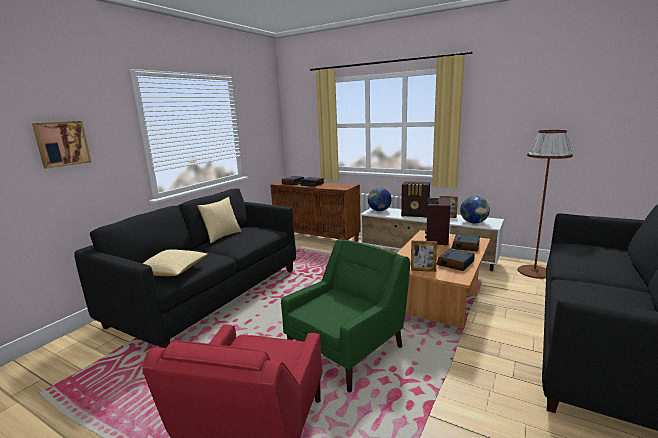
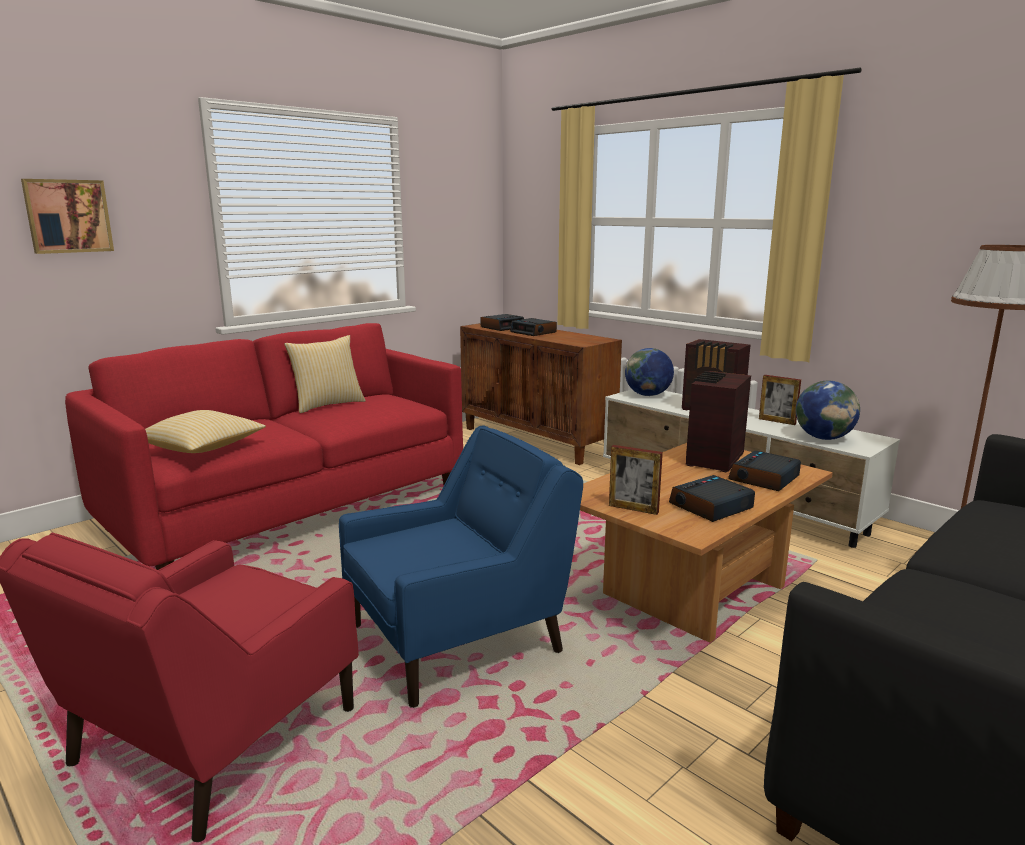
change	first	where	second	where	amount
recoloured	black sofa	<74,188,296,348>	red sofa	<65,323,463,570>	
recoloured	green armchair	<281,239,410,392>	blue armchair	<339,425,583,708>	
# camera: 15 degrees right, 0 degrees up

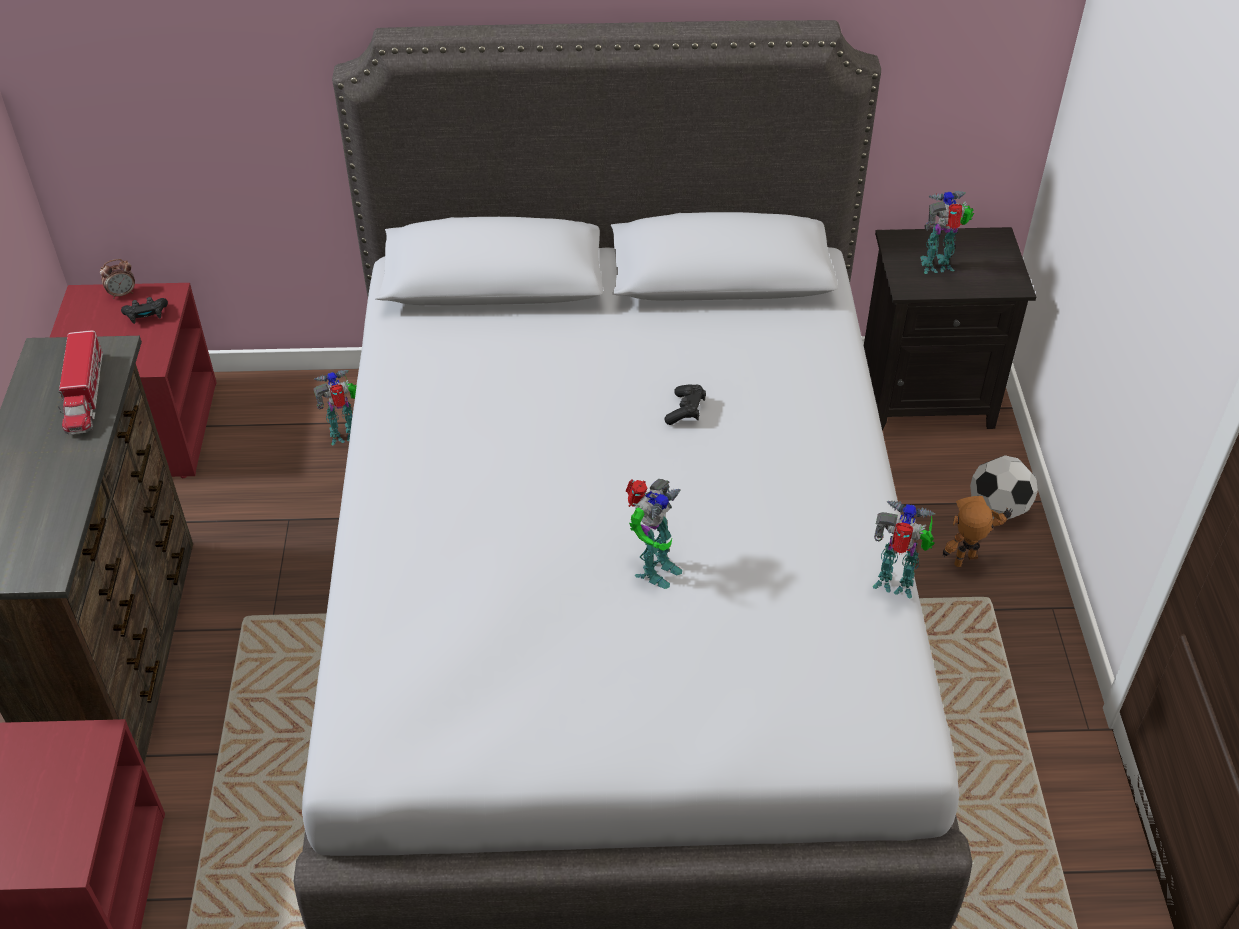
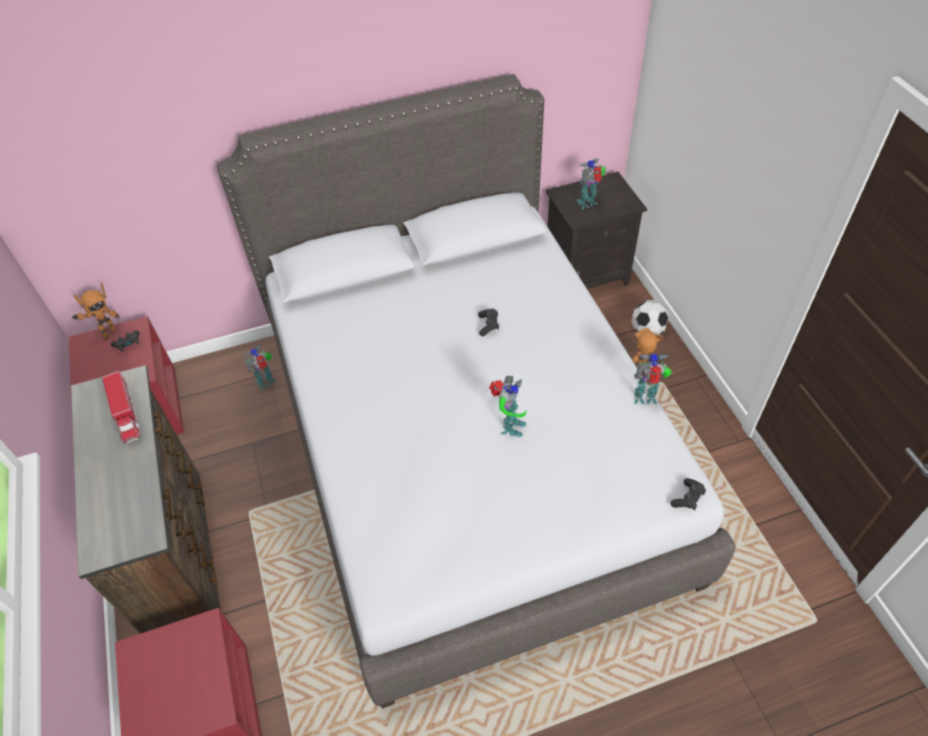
change	first	where	second	where	amount
replaced	alarm clock	<100,259,135,299>	toy robot	<72,283,120,341>	
added			black game controller	<671,478,706,510>	
# camera: 15 degrees left, 5 degrees up

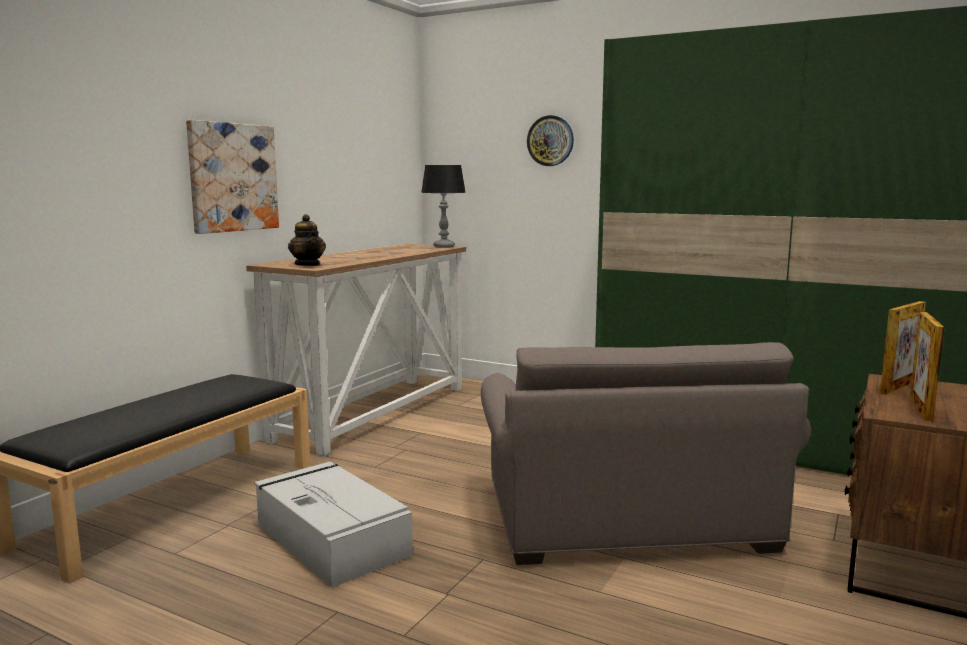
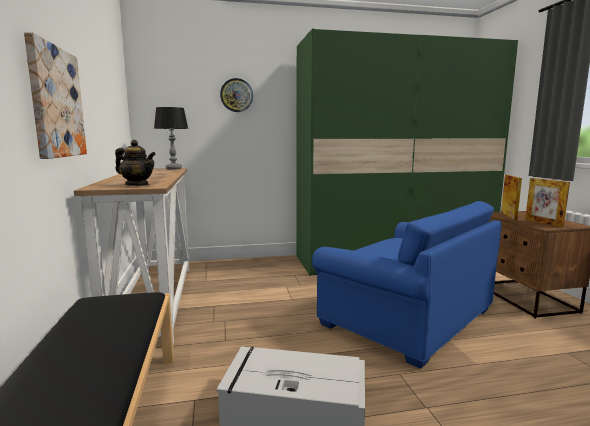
change	first	where	second	where	amount
recoloured	grey armchair	<481,342,811,565>	blue armchair	<312,201,502,369>	
# camera: 40 degrees left, 0 degrees up

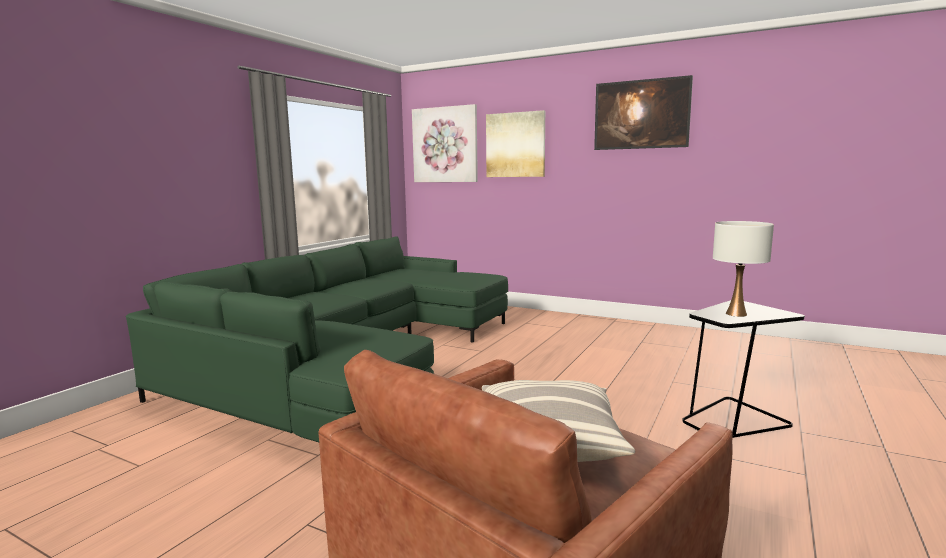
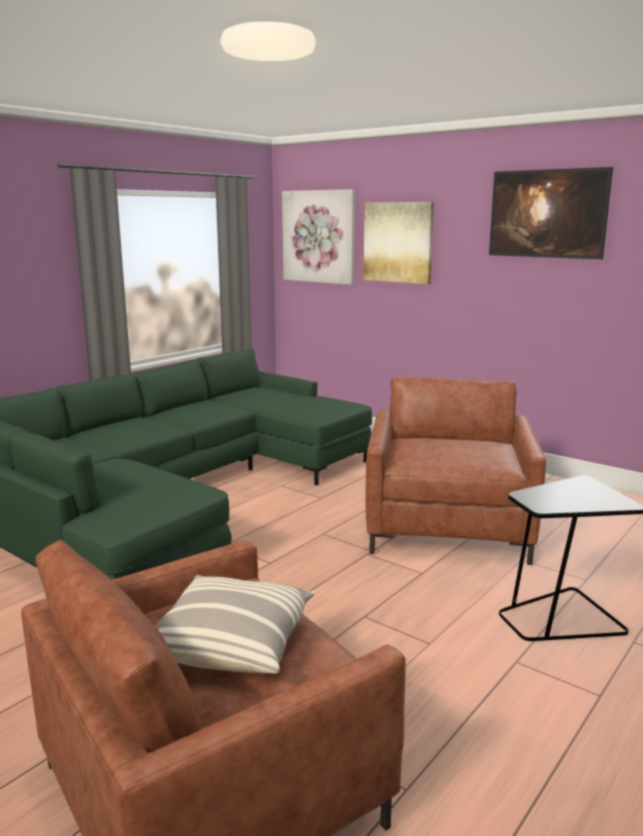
change	first	where	second	where	amount
added			brown armchair	<365,377,546,565>	
removed	white table lamp	<713,221,774,317>			
# camera: 10 degrees right, 5 degrees up

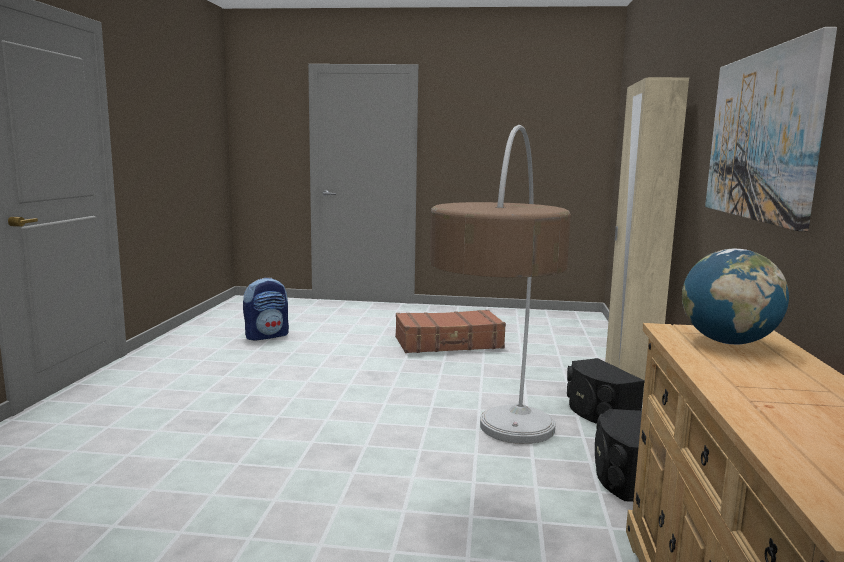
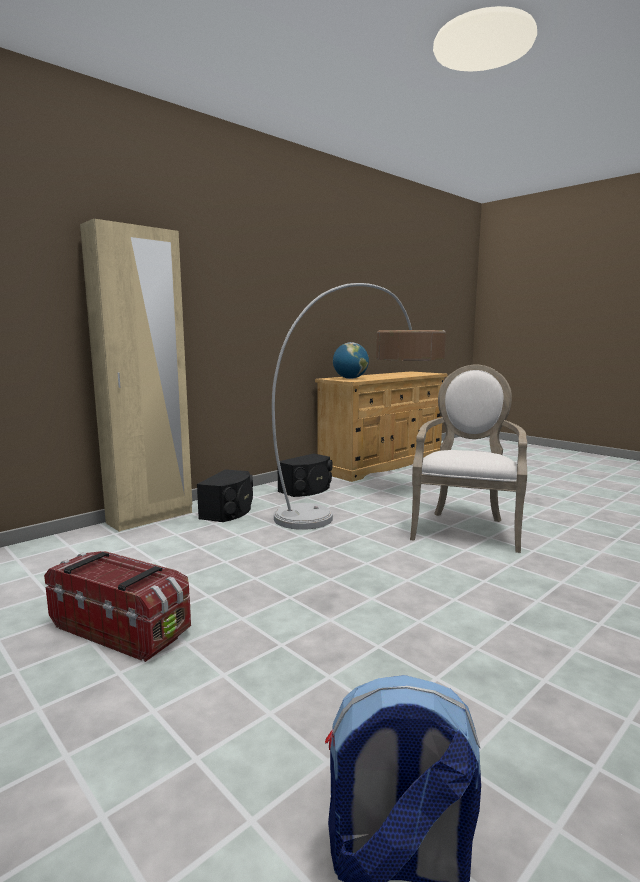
change	first	where	second	where	amount
replaced	brown suitcase	<395,310,506,353>	storage box	<44,551,191,662>	
added			armchair	<410,365,527,553>	
removed	picture	<705,27,837,231>			
# camera: 140 degrees left, 0 degrees up

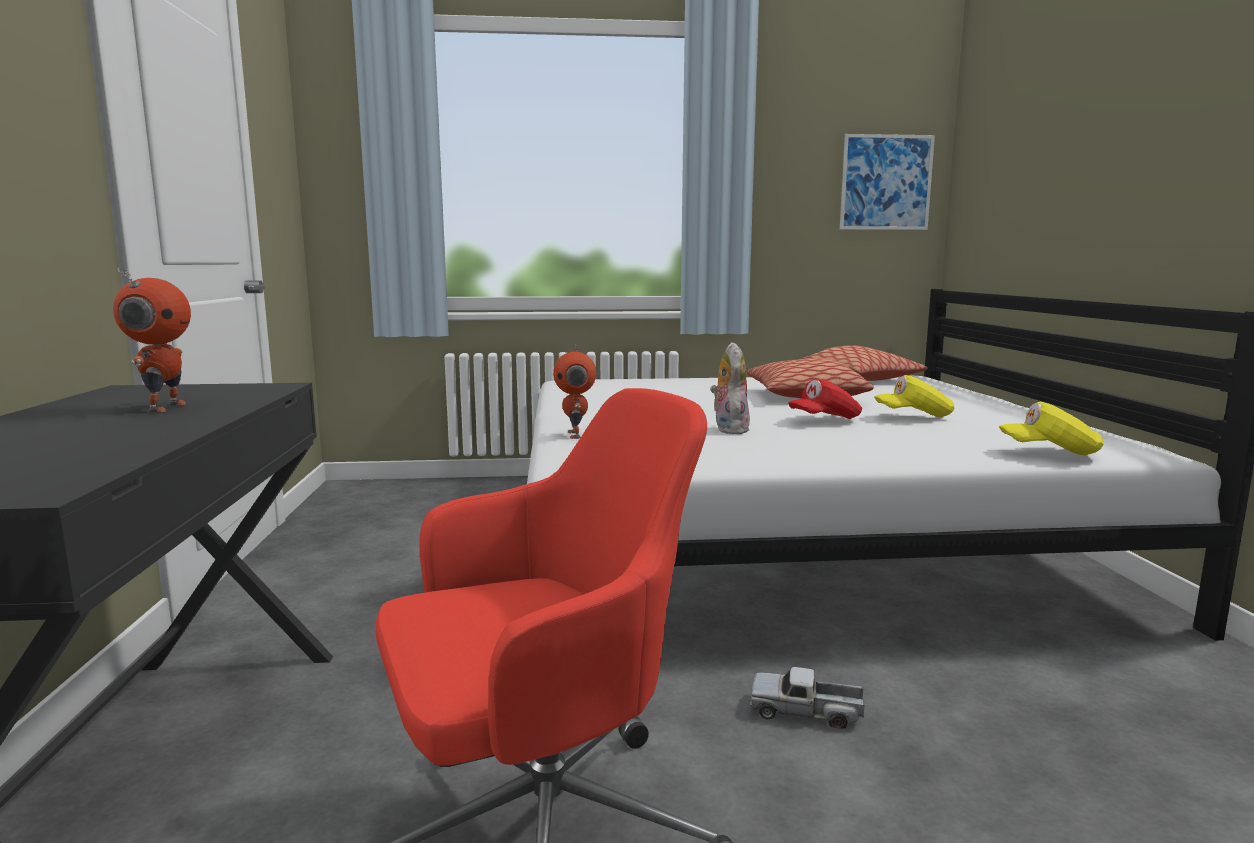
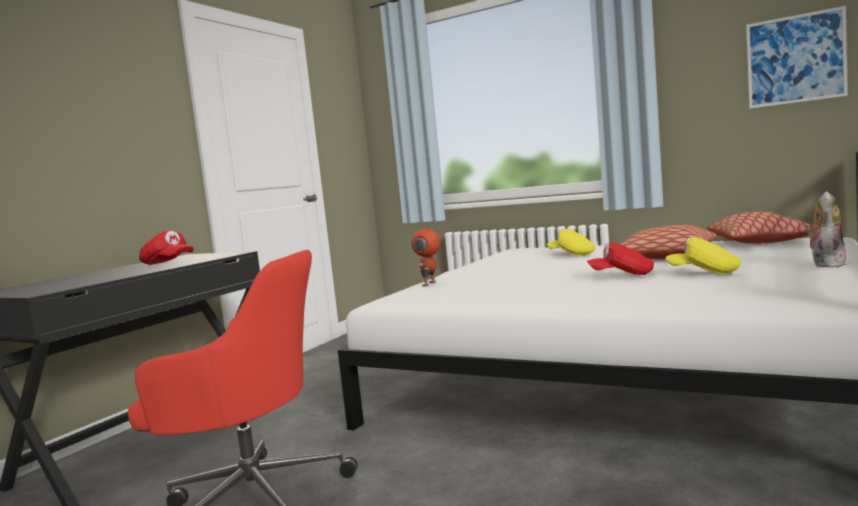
change	first	where	second	where	amount
replaced	toy robot	<113,267,191,413>	red cap	<139,230,194,265>	
moved	yellow cap	<999,402,1103,456>		<547,229,596,255>	
moved	plush toy	<711,342,750,434>		<806,191,846,268>	
removed	toy truck	<750,667,864,729>			
# camera: 35 degrees right, 5 degrees down

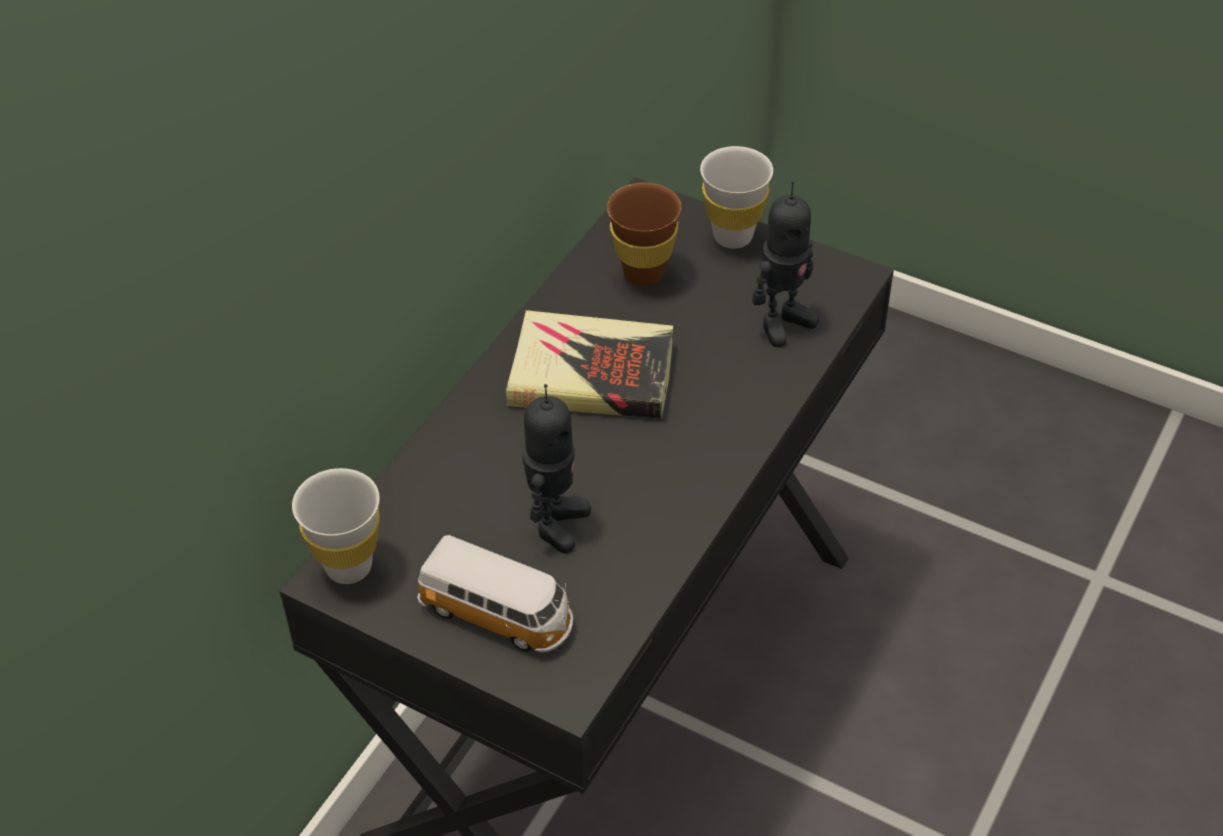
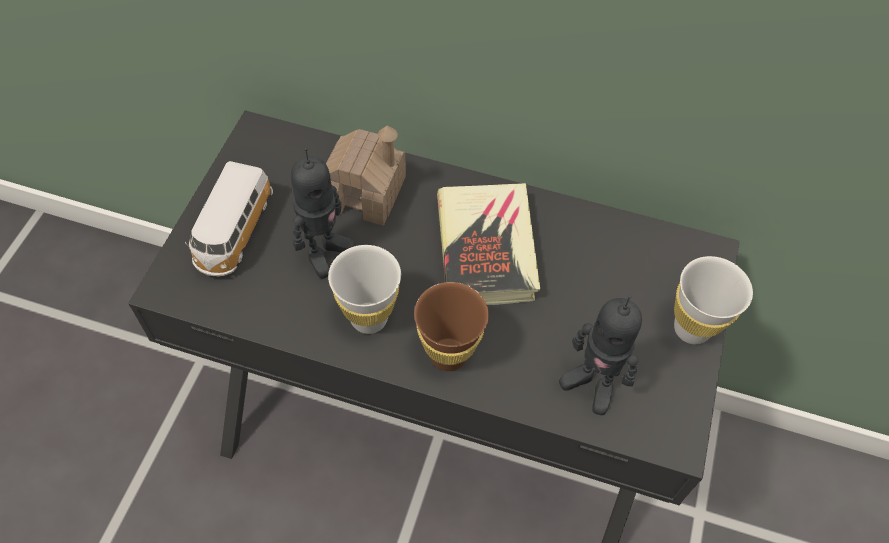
change	first	where	second	where	amount
turned	toy robot	<522,384,591,554>		<291,148,355,279>	60 degrees counterclockwise
added			toy house	<326,125,406,226>	
moved	white cup	<292,468,380,584>		<328,245,401,334>	
moved	brown cup	<607,182,681,286>		<414,282,489,371>	
# camera: 75 degrees right, 10 degrees up

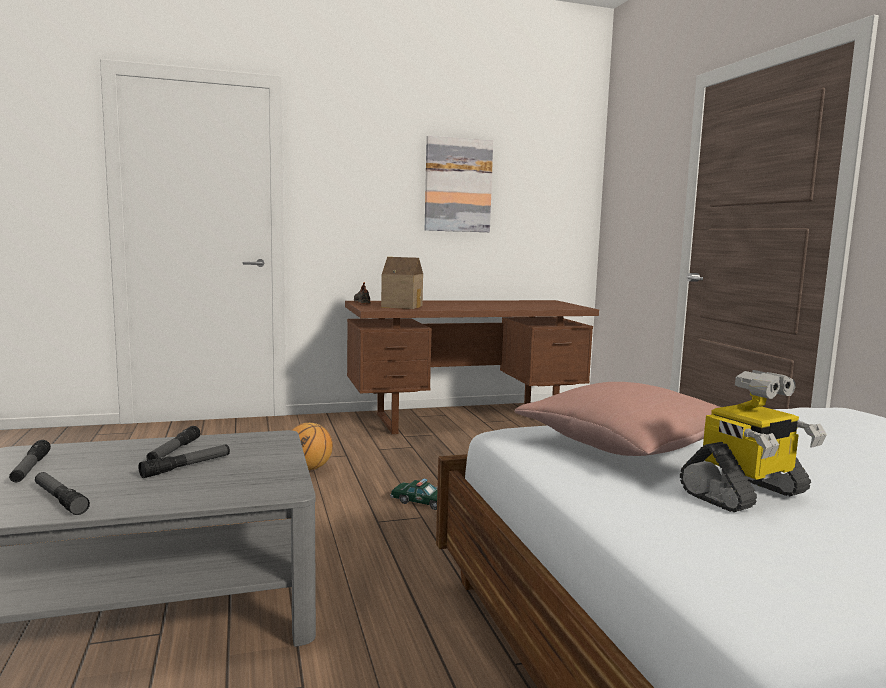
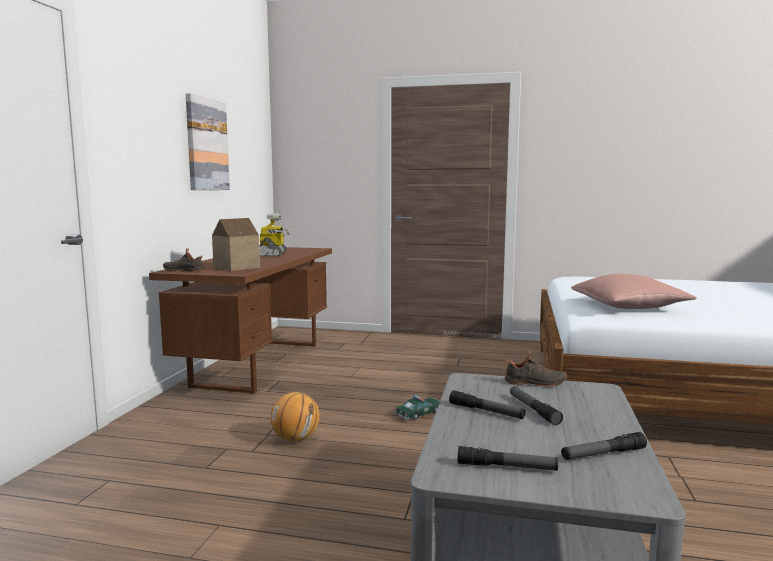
change	first	where	second	where	amount
moved	toy robot	<680,370,827,512>		<259,213,290,257>	
added			black shoe	<505,351,567,387>	
# camera: 60 degrees left, 0 degrees up

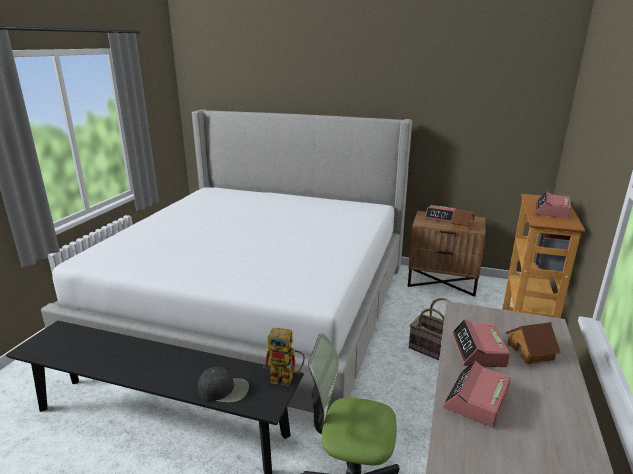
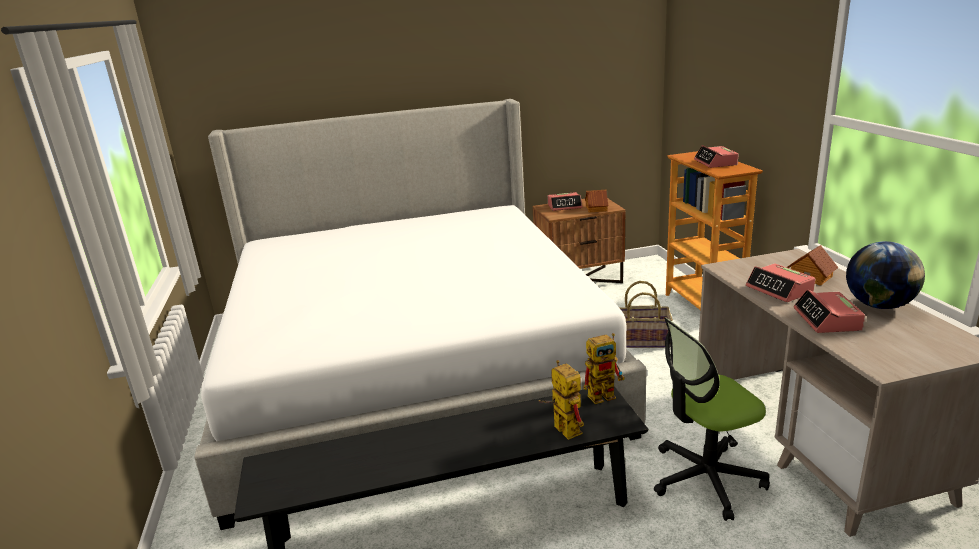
change	first	where	second	where	amount
replaced	black cap	<198,367,249,402>	toy robot	<538,360,584,440>	
added			globe	<846,241,925,309>	
# camera: 30 degrees left, 0 degrees up

